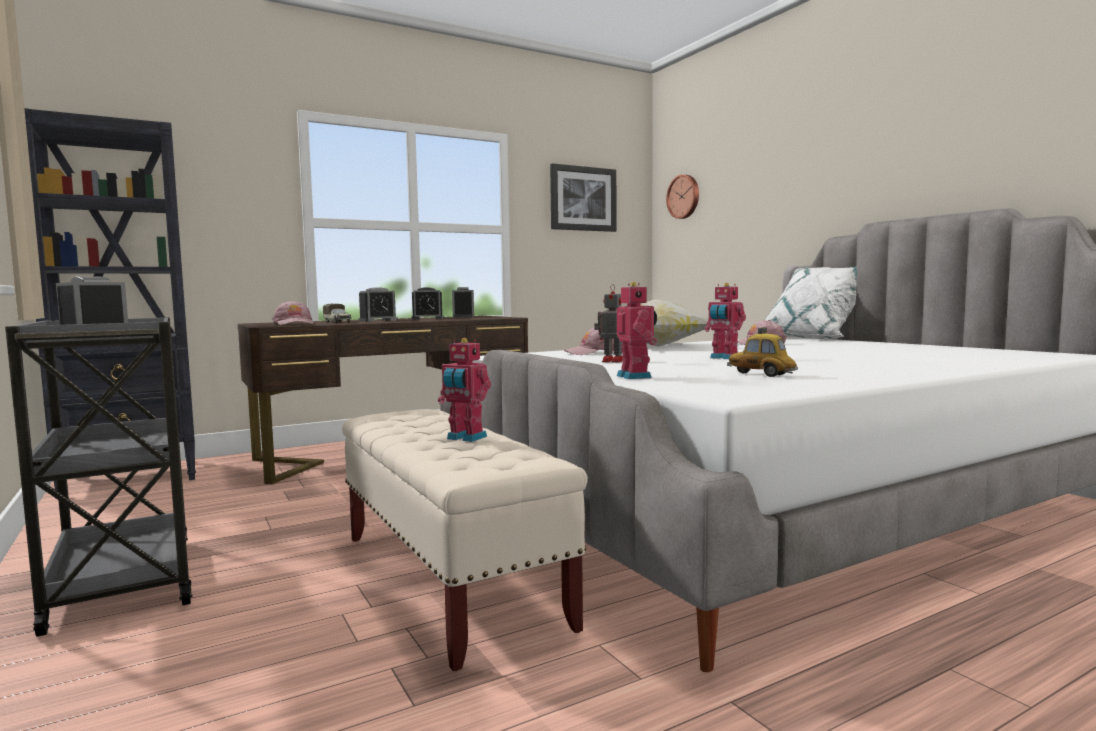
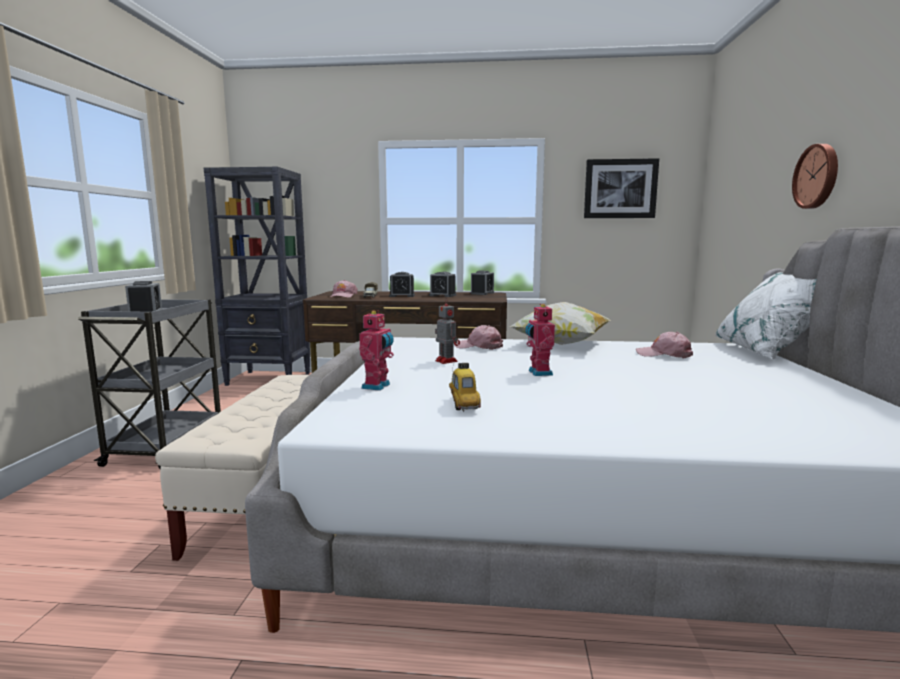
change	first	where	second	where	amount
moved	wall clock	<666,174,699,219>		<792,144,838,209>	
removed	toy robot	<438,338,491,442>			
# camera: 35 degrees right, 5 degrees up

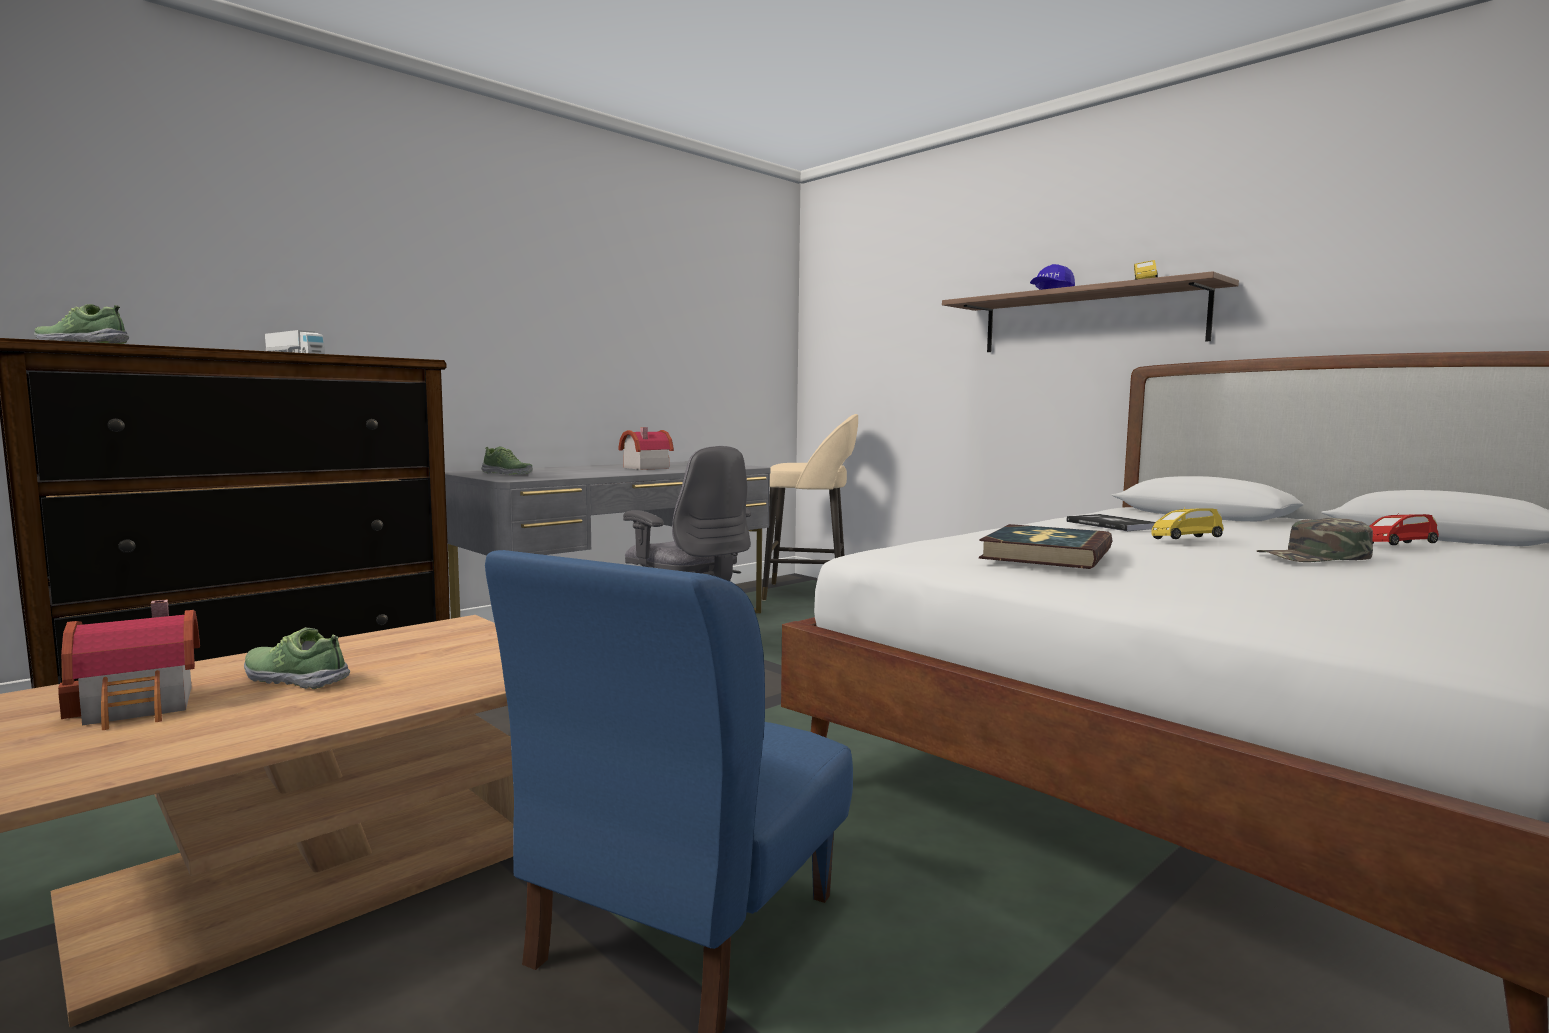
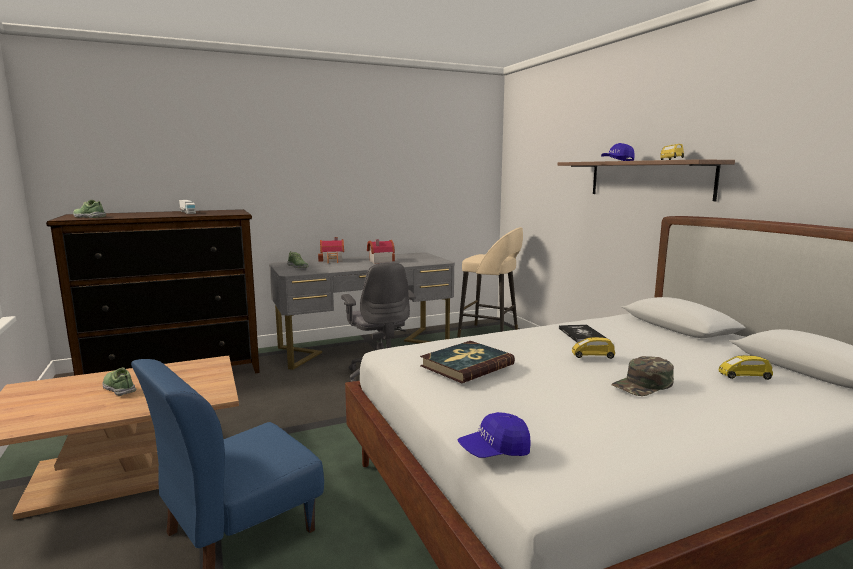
change	first	where	second	where	amount
moved	toy house	<58,599,200,730>		<318,237,344,263>	
added			blue cap	<458,412,531,458>	
turned	green cap	<1256,518,1373,562>		<612,356,674,396>	45 degrees counterclockwise
recoloured	red toy car	<1369,512,1439,545>	yellow toy car	<719,355,773,380>	
# camera: 20 degrees right, 5 degrees up

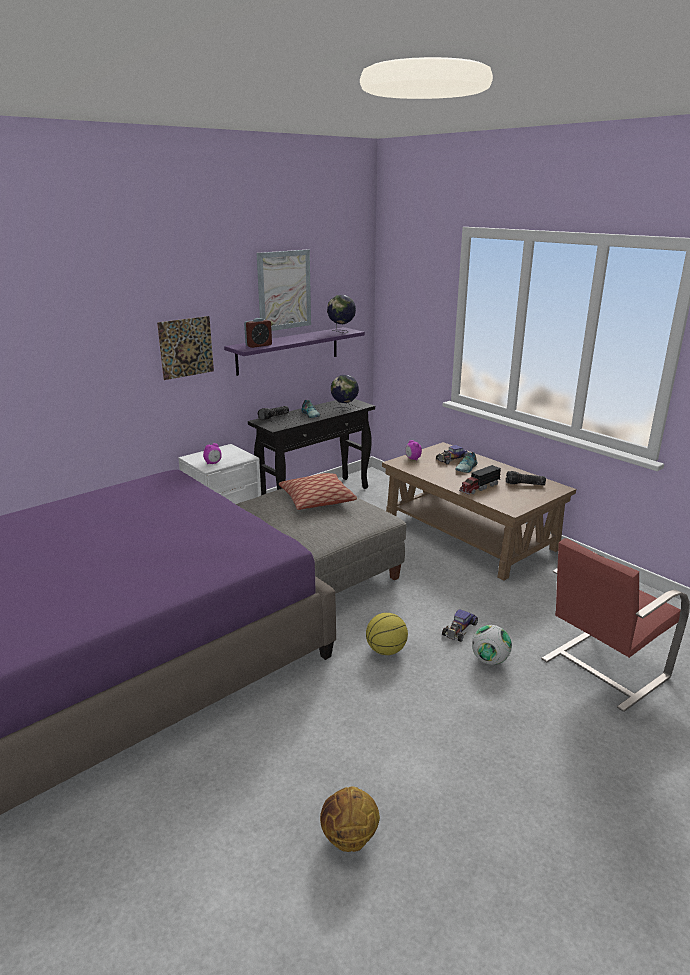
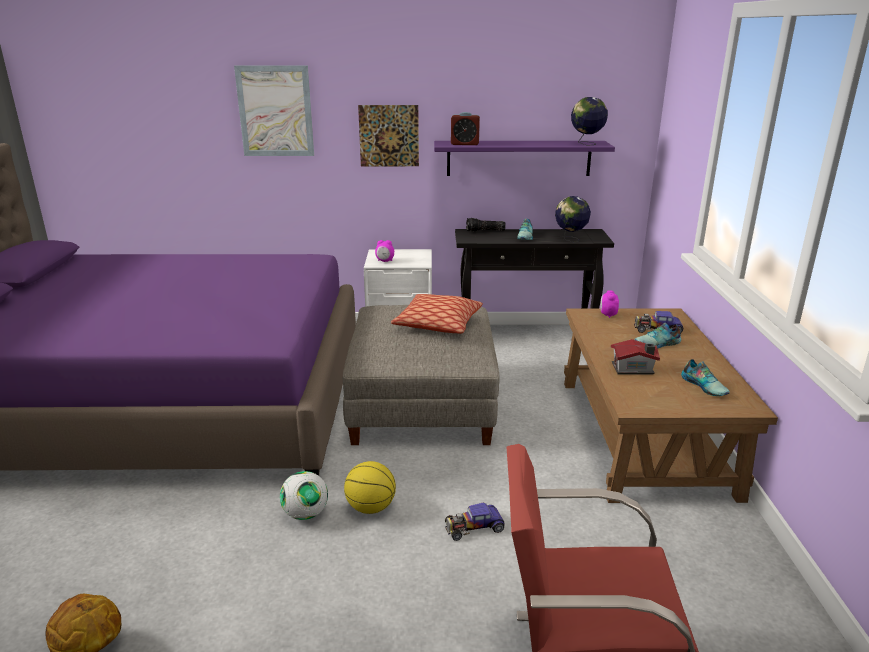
change	first	where	second	where	amount
moved	picture	<257,250,311,331>		<234,65,314,156>	
moved	football	<472,625,512,665>		<280,471,328,520>	
replaced	toy truck	<459,465,501,495>	toy house	<610,339,660,375>	
replaced	flashlight	<506,471,546,485>	shoe	<681,359,730,396>	
# camera: 40 degrees right, 0 degrees up

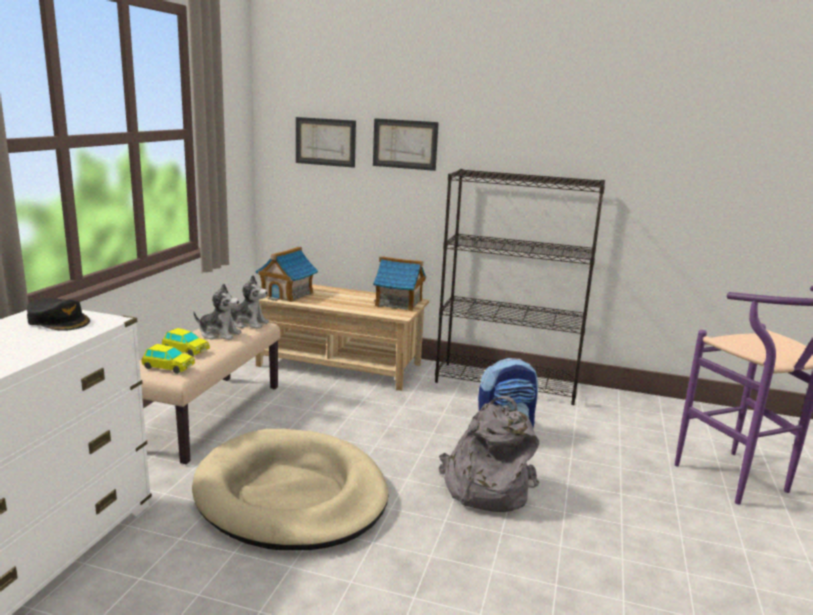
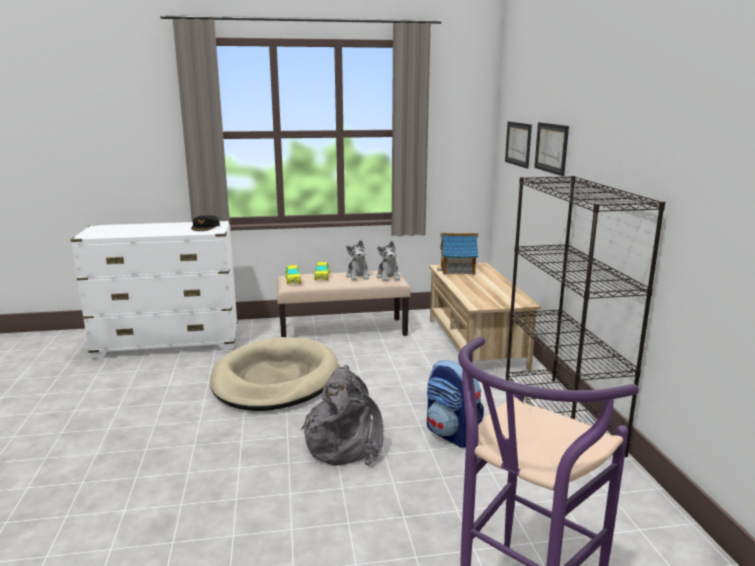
change	first	where	second	where	amount
removed	toy house	<373,256,426,311>			
# camera: 65 degrees right, 0 degrees up

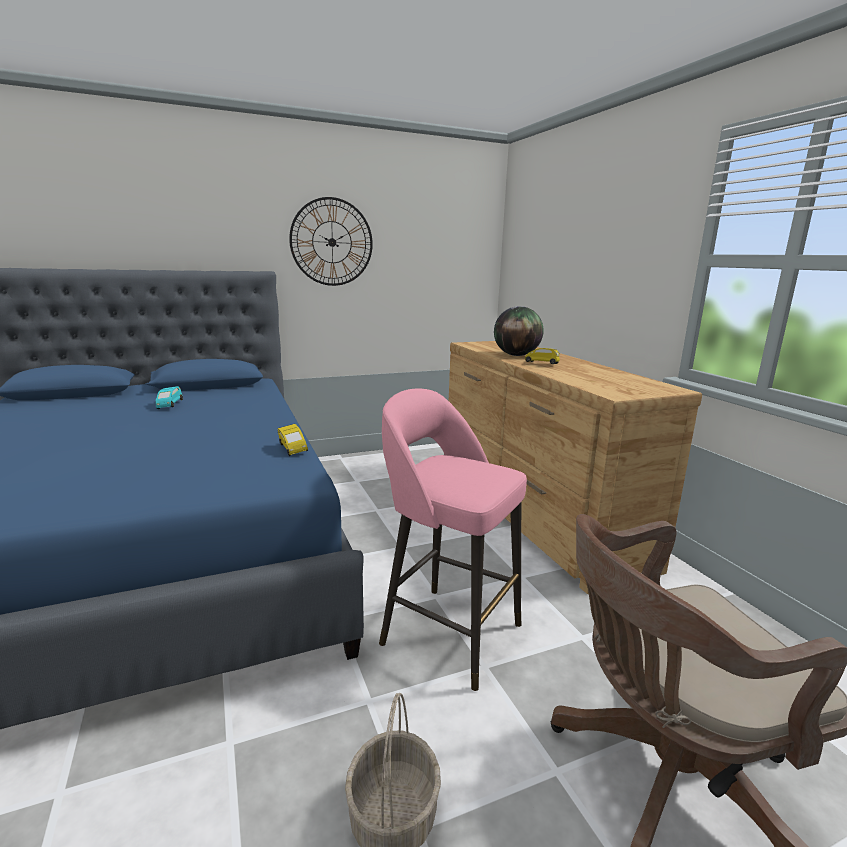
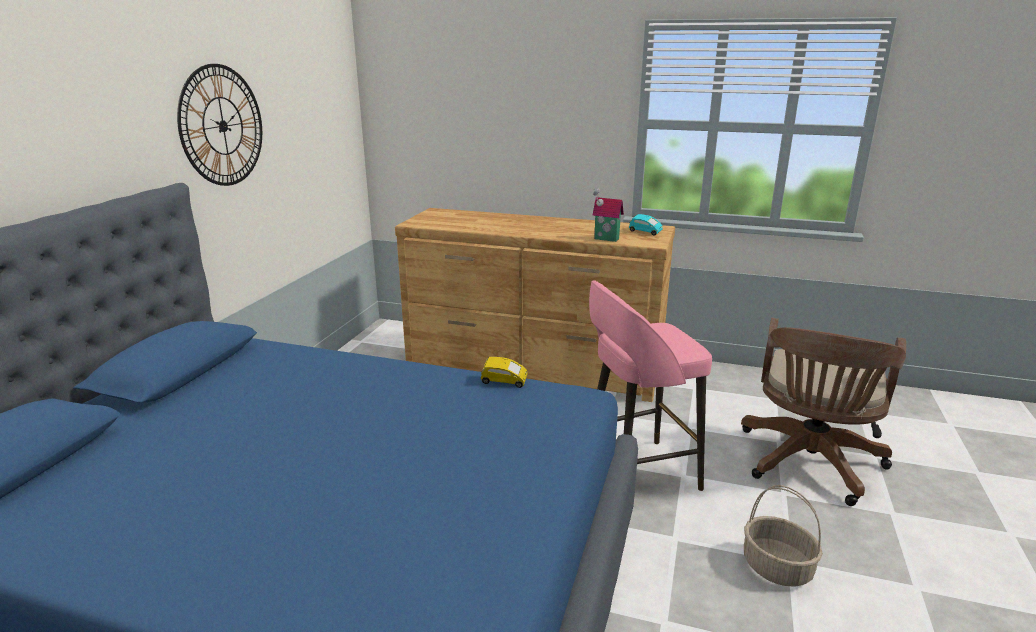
change	first	where	second	where	amount
added			toy house	<593,188,624,242>	
moved	turquoise toy car	<156,386,183,409>		<629,214,663,236>	
removed	globe	<494,306,544,356>			
removed	yellow toy car	<525,347,560,364>			
# camera: 50 degrees left, 5 degrees up

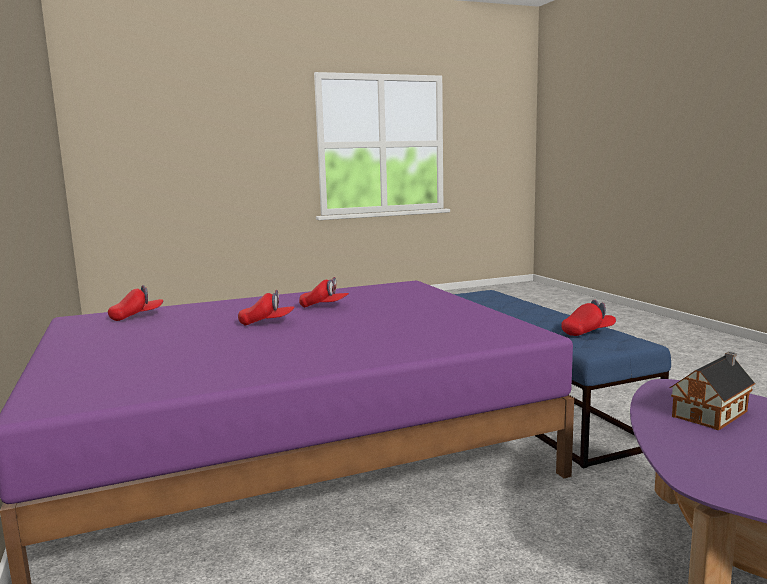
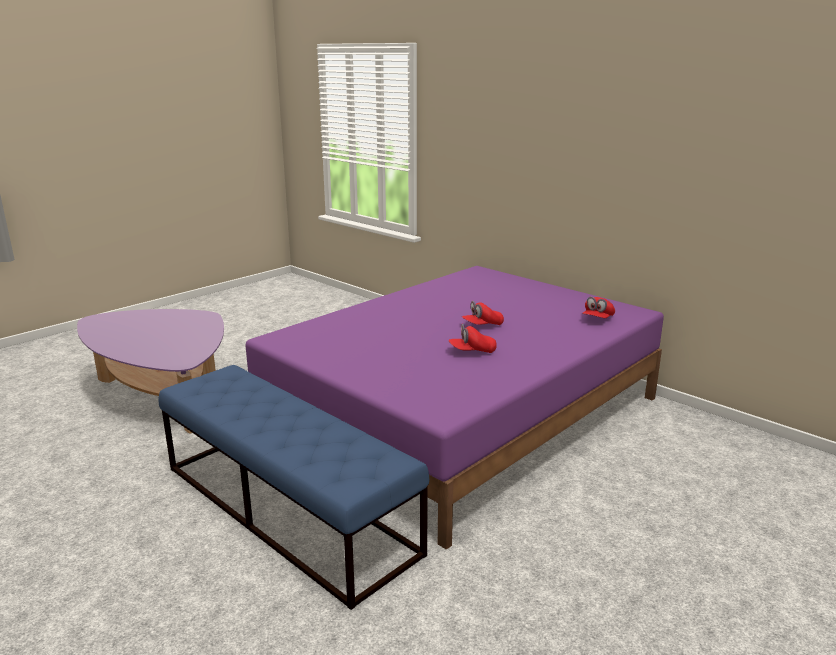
change	first	where	second	where	amount
removed	red cap	<561,300,616,336>			
removed	toy house	<669,352,755,431>			
# camera: 155 degrees right, 10 degrees up

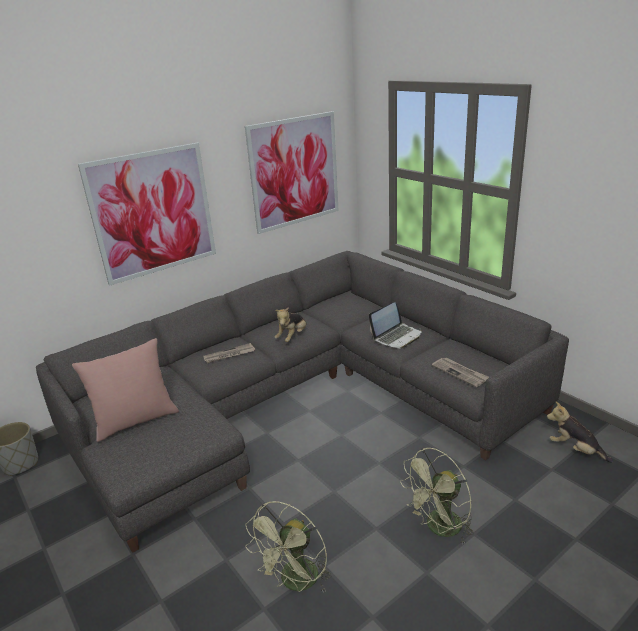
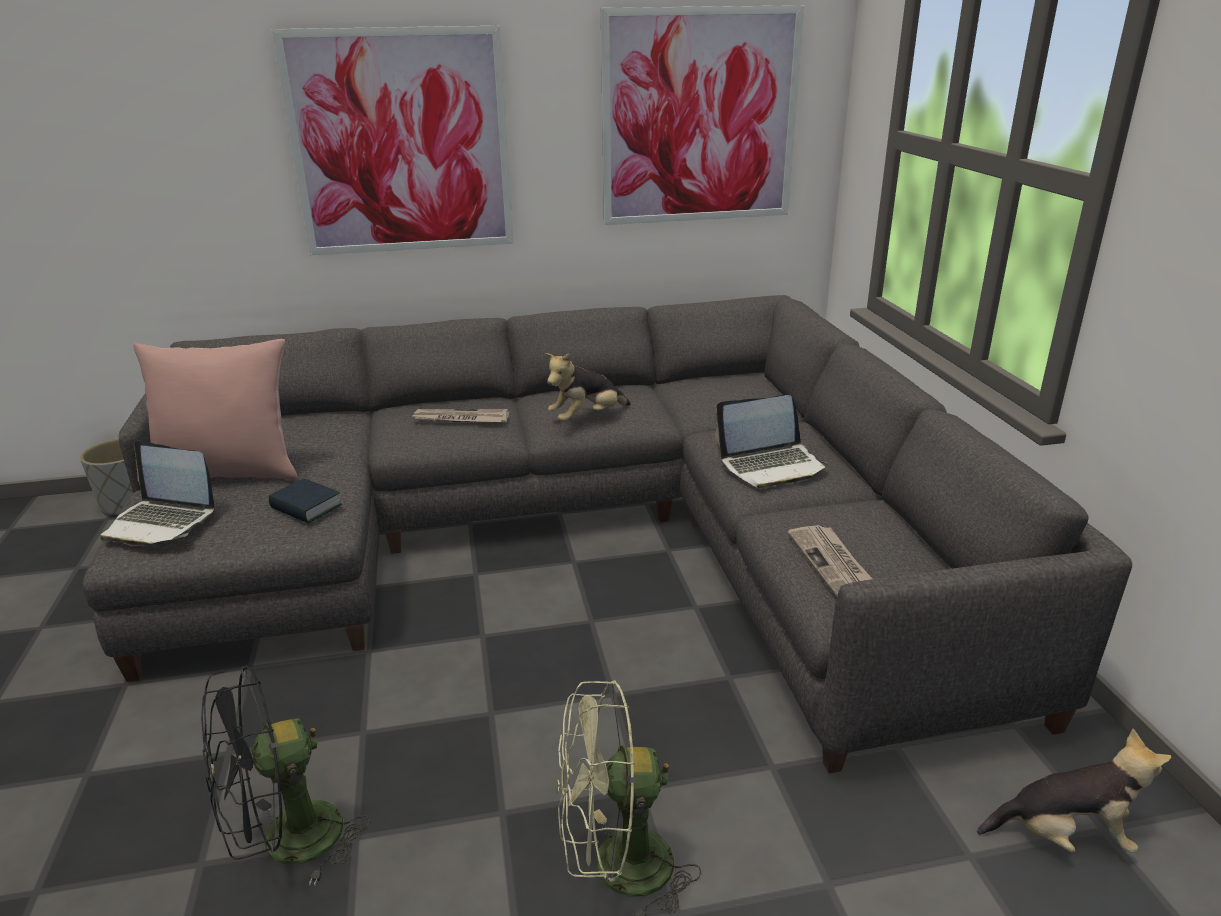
change	first	where	second	where	amount
added			laptop	<100,441,214,546>	
recoloured	green fan	<245,501,332,592>	black fan	<201,665,370,886>	
added			book	<268,478,342,523>	
turned	plush toy	<547,401,613,463>		<977,729,1171,853>	120 degrees clockwise
# camera: 25 degrees right, 0 degrees up

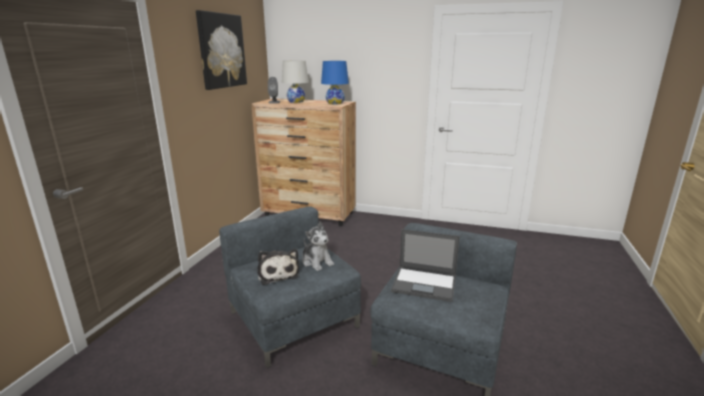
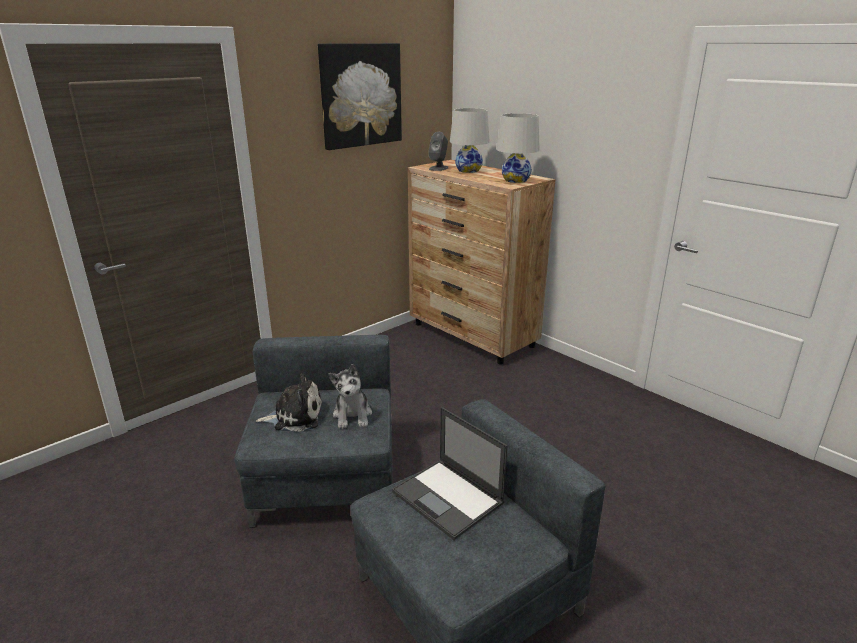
change	first	where	second	where	amount
turned	plush toy	<257,249,300,285>		<256,373,322,432>	105 degrees counterclockwise
recoloured	blue table lamp	<321,61,349,104>	white table lamp	<496,113,540,183>	
# camera: 30 degrees right, 5 degrees up

